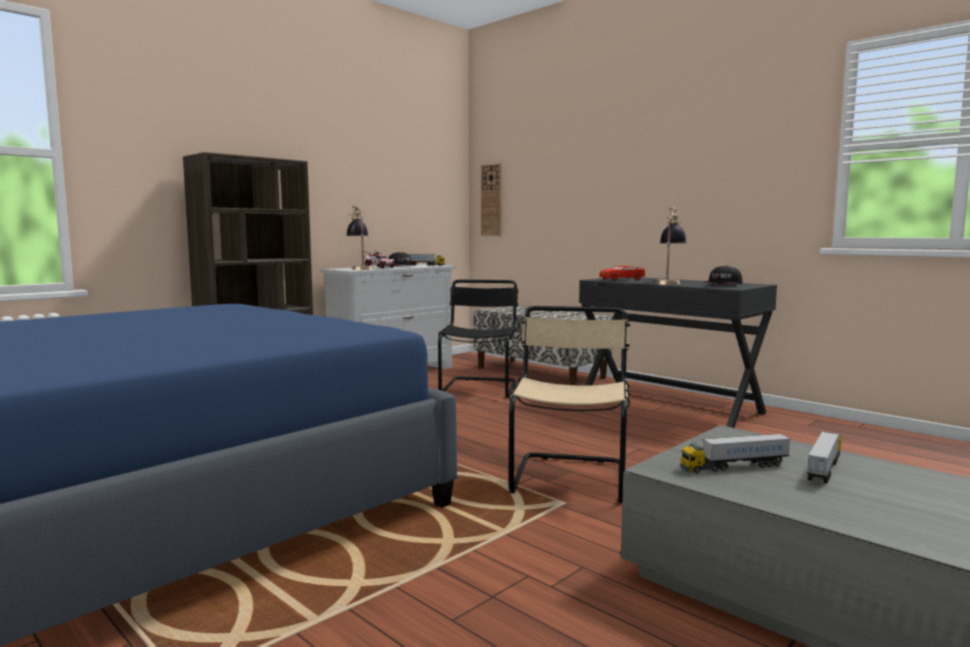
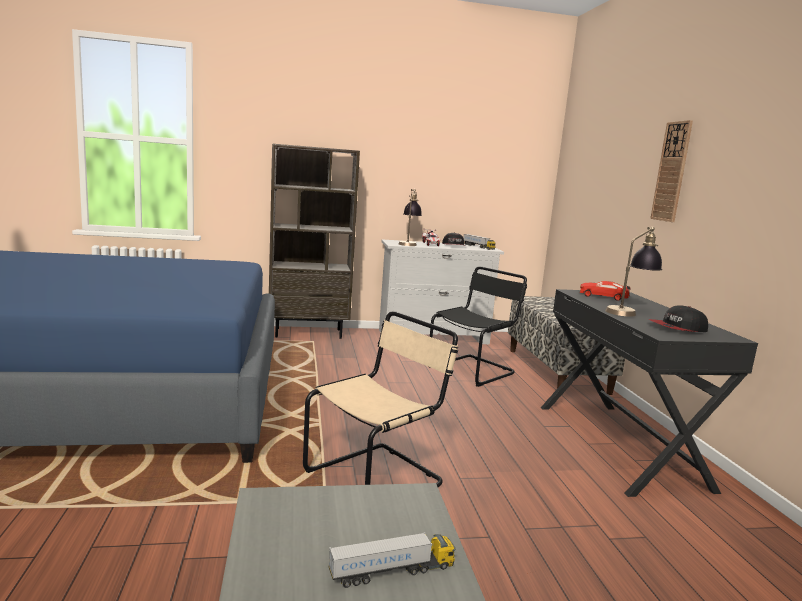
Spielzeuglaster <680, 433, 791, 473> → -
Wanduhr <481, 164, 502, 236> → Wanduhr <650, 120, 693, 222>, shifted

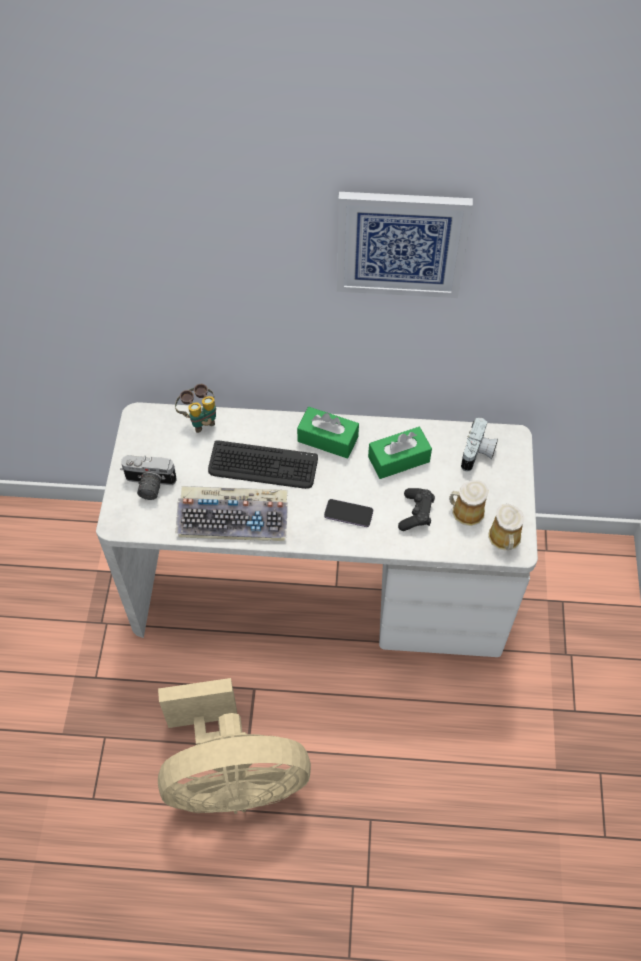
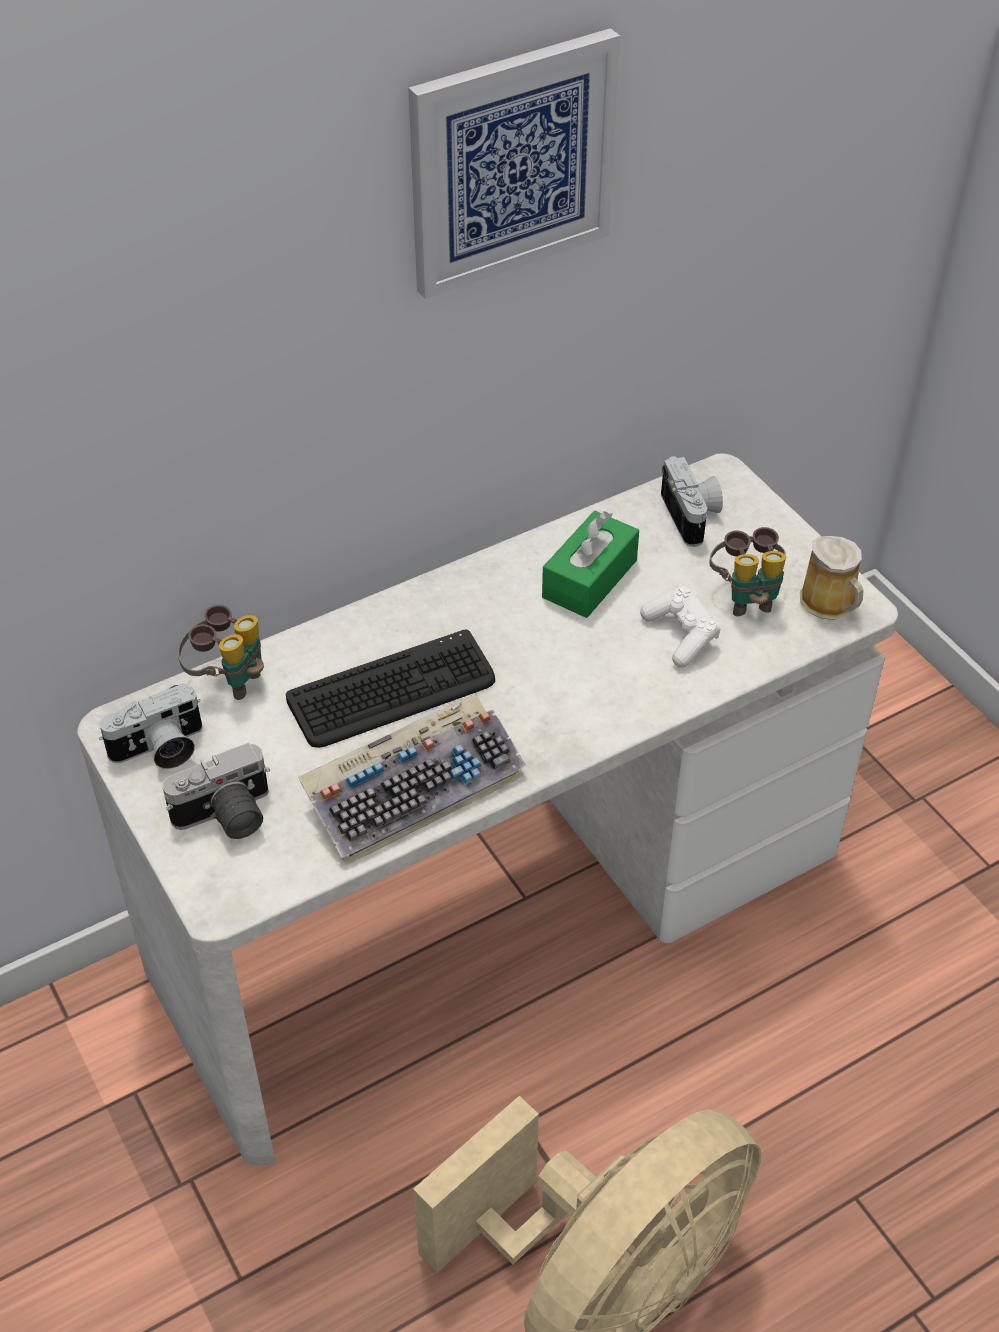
Taschentuchbox (grün) <297, 407, 359, 459> → -
Handy <324, 499, 373, 527> → -
- → Kamera <99, 683, 202, 769>
Henkelbecher <449, 480, 489, 526> → Fernglas <709, 527, 786, 616>
Gamepad (schwarz) <398, 488, 435, 531> → Gamepad (weiß) <640, 586, 721, 668>

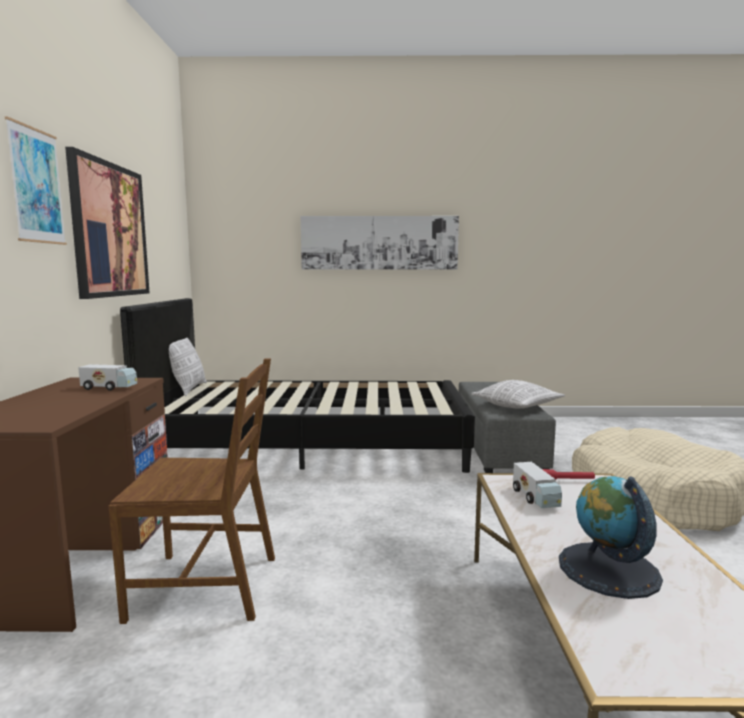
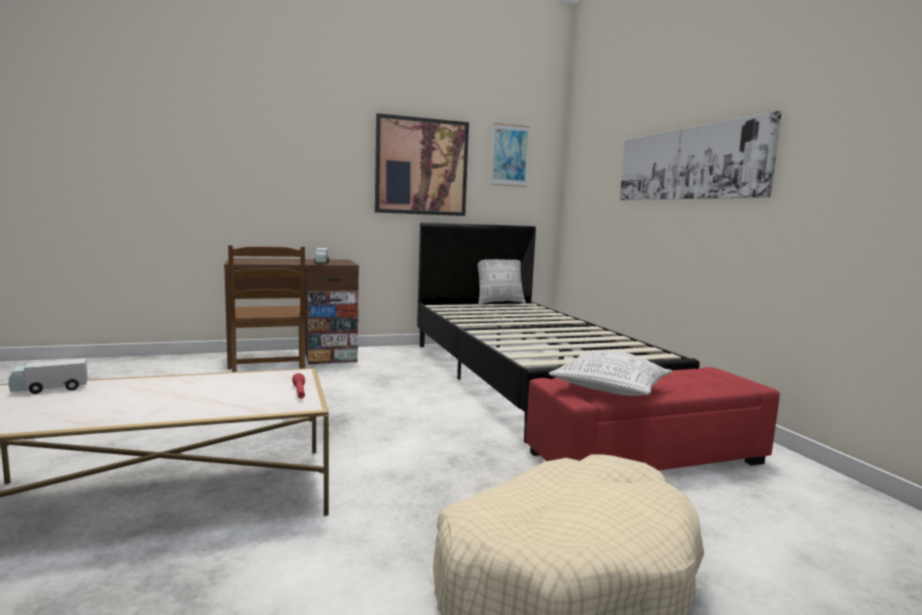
Globus <559, 476, 663, 599> → -
Bild <5, 117, 67, 245> → Bild <490, 123, 530, 187>, shifted
Spielzeuglaster <513, 462, 562, 508> → Spielzeuglaster <9, 358, 88, 394>, shifted
Polsterhocker (grau) <459, 382, 556, 473> → Polsterhocker (rot) <526, 367, 780, 470>

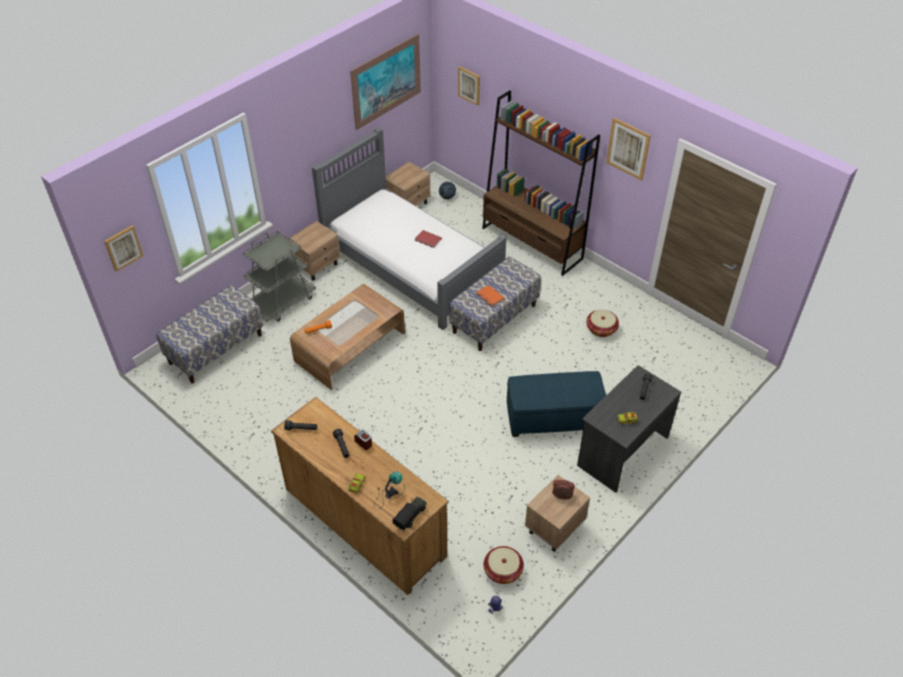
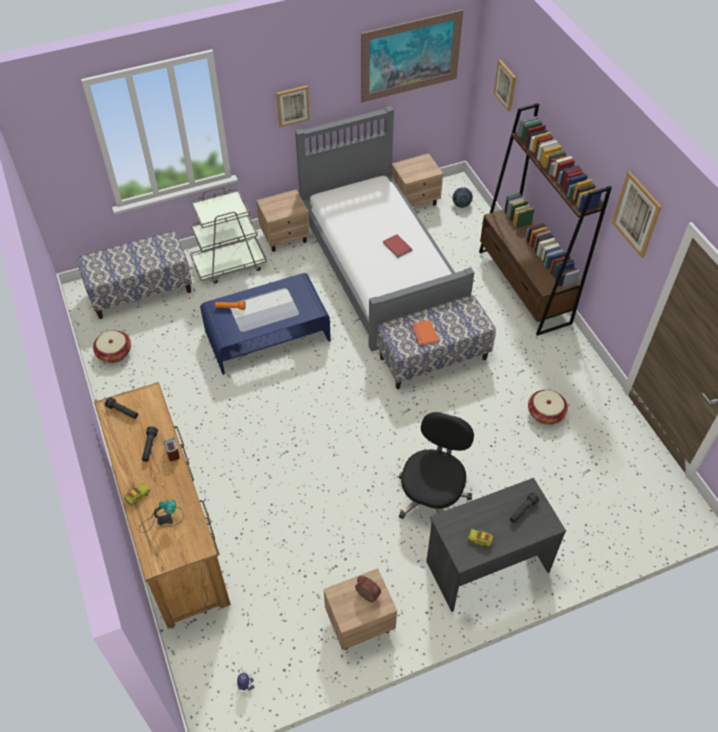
Spielzeuglaster <392, 497, 427, 530> → -
Bild <104, 225, 143, 272> → Bild <276, 85, 310, 127>, shifted
Korb <483, 546, 524, 584> → Korb <93, 330, 131, 363>, shifted
Polsterhocker (blau) <507, 371, 606, 437> → Bürostuhl (schwarz) <399, 412, 474, 519>
Couchtisch (braun) <290, 284, 405, 390> → Couchtisch (blau) <200, 273, 331, 375>

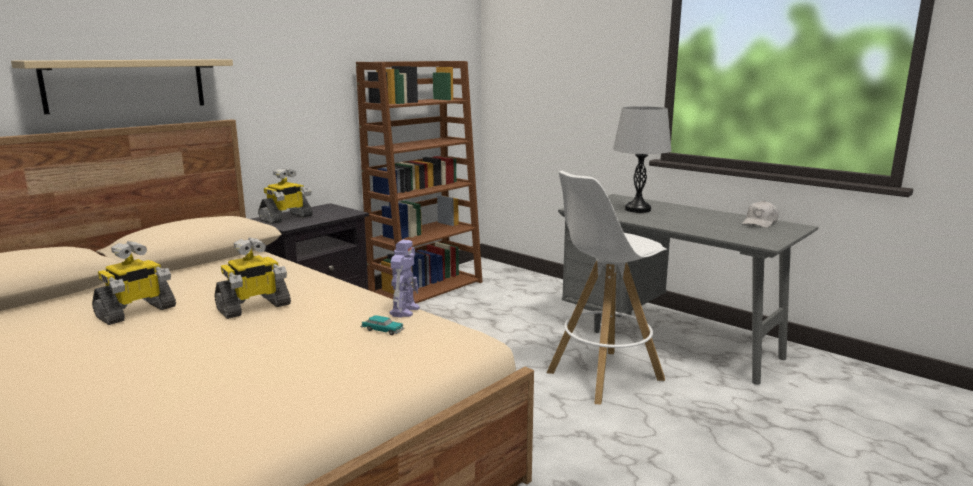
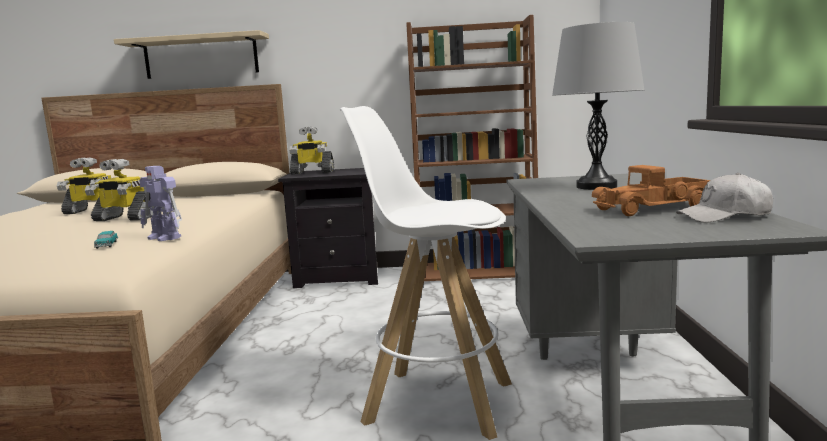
- → Spielzeuglaster <592, 165, 711, 216>
Spielzeugroboter <390, 240, 420, 318> → Spielzeugroboter <139, 166, 182, 241>, 60 degrees clockwise

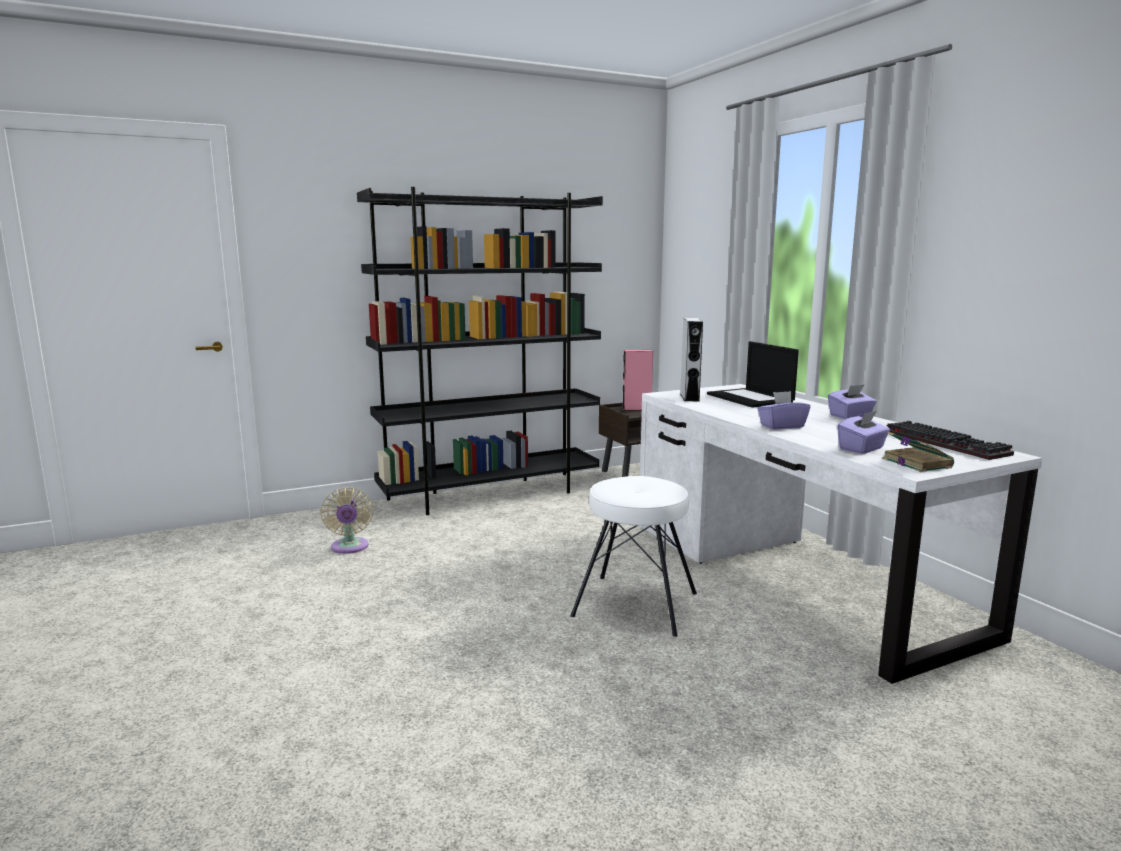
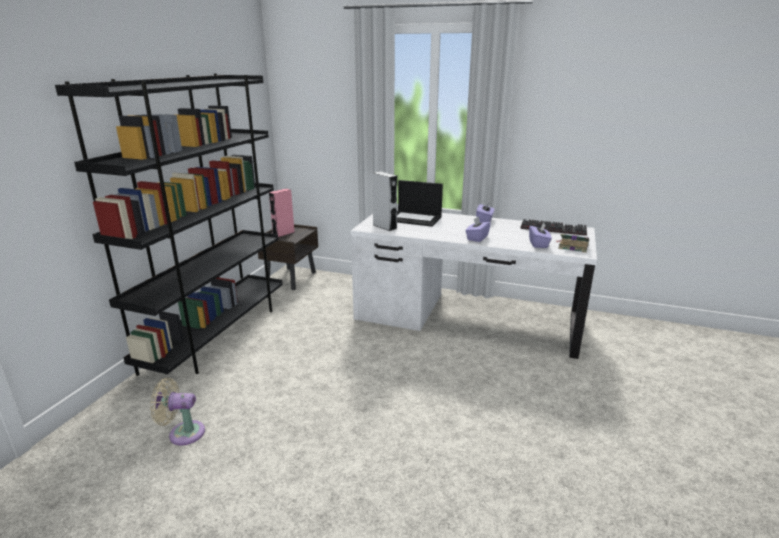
Hocker (weiß) <570, 476, 697, 637> → -
Ventilator (beige) <320, 487, 373, 554> → Ventilator (beige) <150, 378, 205, 446>, 150 degrees clockwise

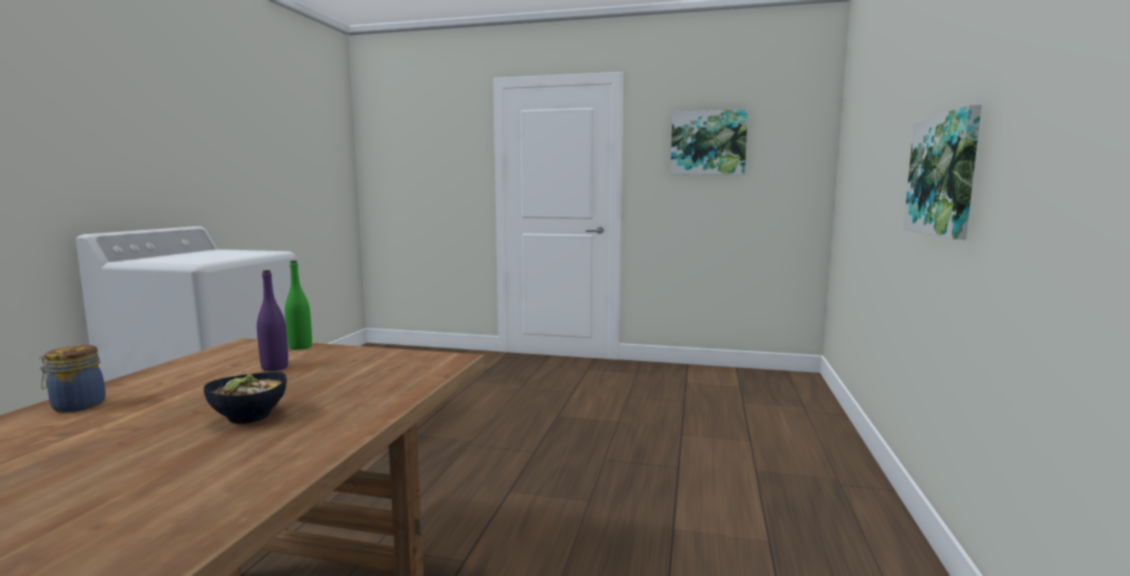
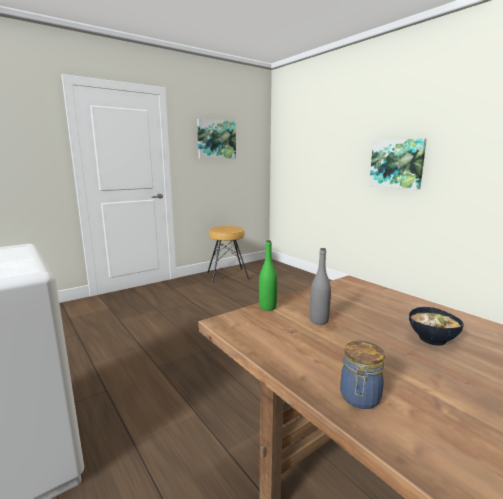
- → Hocker (braun) <208, 226, 250, 283>
Flasche (lila) <257, 270, 288, 371> → Flasche (grau) <310, 248, 331, 325>

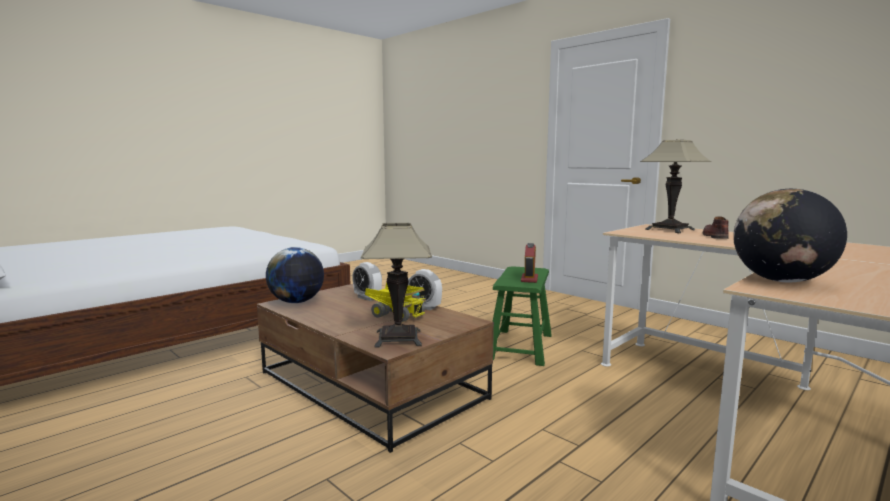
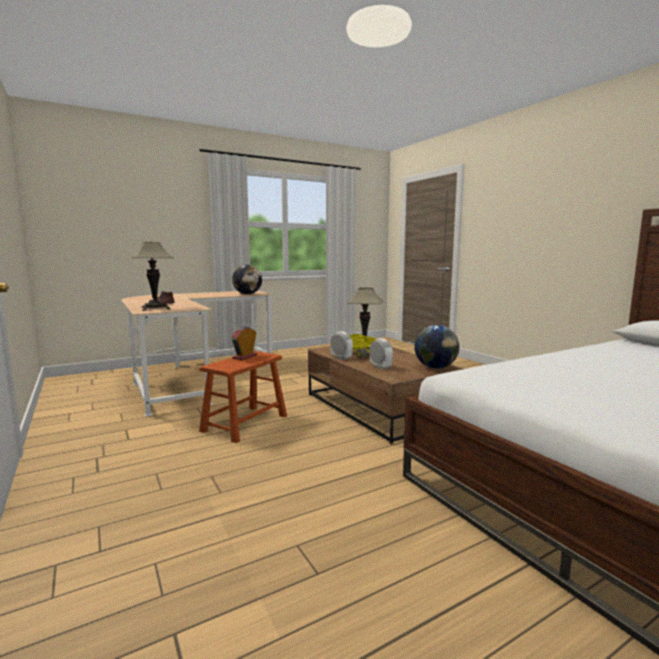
Hocker (grün) <492, 266, 552, 366> → Hocker (braun) <199, 351, 287, 443>

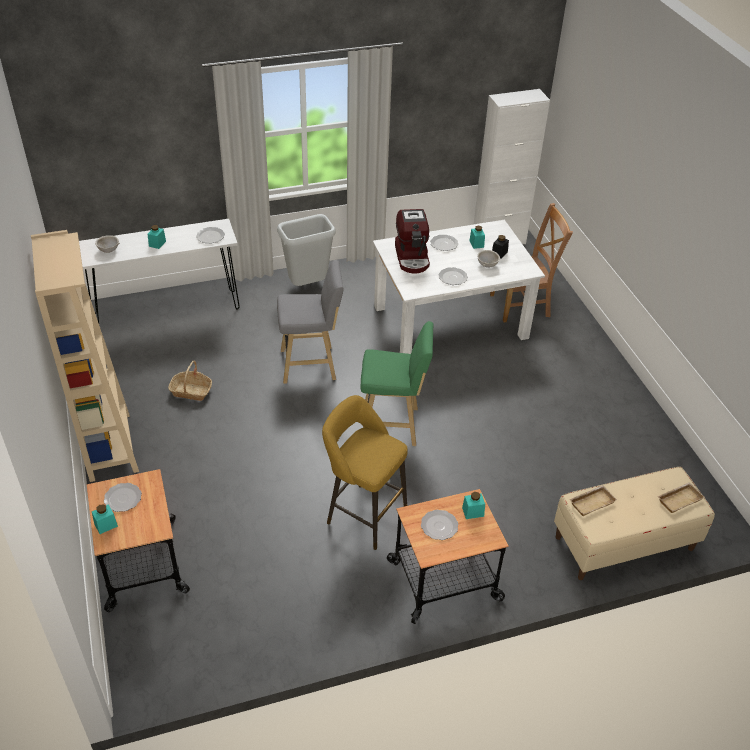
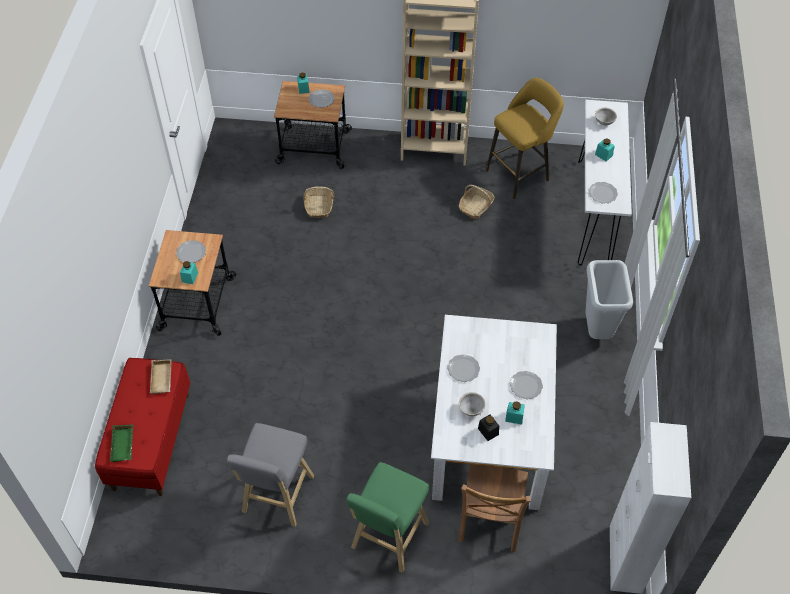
Kaffeemaschine <395, 209, 430, 274> → -
- → Korb <303, 186, 334, 218>
Hocker (grau) <277, 260, 343, 384> → Hocker (grau) <227, 423, 314, 527>, shifted
Hocker (gelb) <322, 395, 408, 550> → Hocker (gelb) <486, 78, 564, 199>, shifted
Hocker (grün) <360, 321, 434, 446> → Hocker (grün) <347, 462, 429, 573>, shifted
Bank (beige) <554, 467, 715, 580> → Bank (rot) <95, 358, 190, 496>
Tablett (beige) <657, 482, 704, 513> → Tablett (grün) <110, 424, 133, 462>

